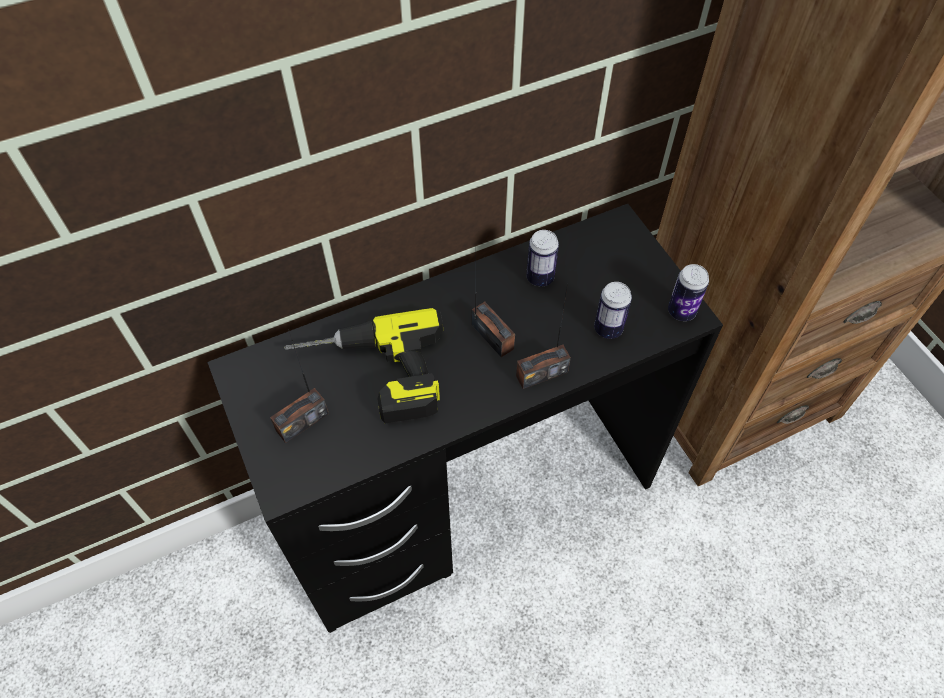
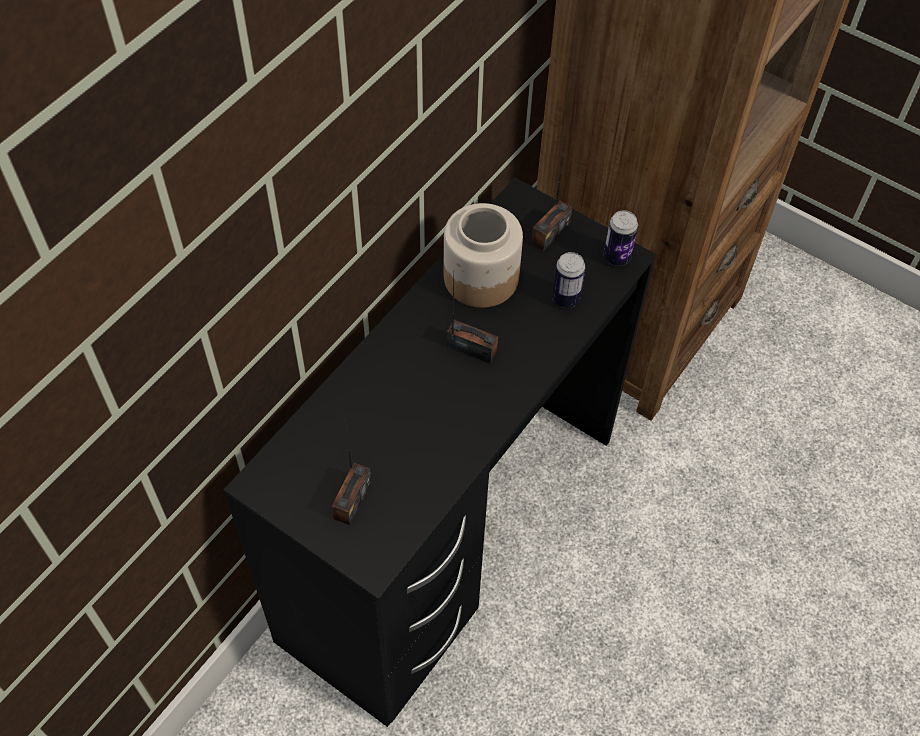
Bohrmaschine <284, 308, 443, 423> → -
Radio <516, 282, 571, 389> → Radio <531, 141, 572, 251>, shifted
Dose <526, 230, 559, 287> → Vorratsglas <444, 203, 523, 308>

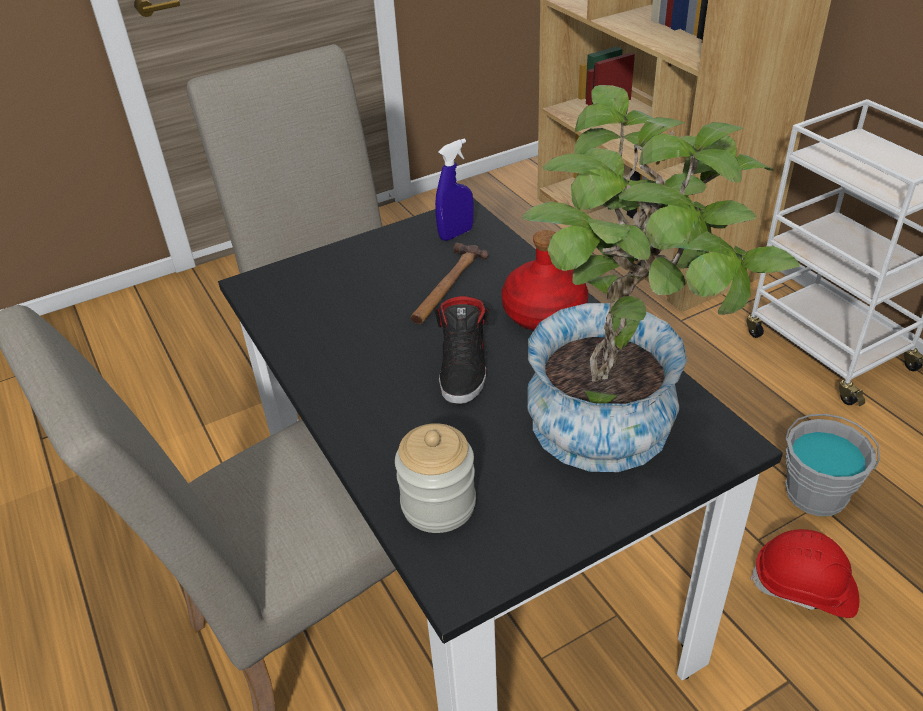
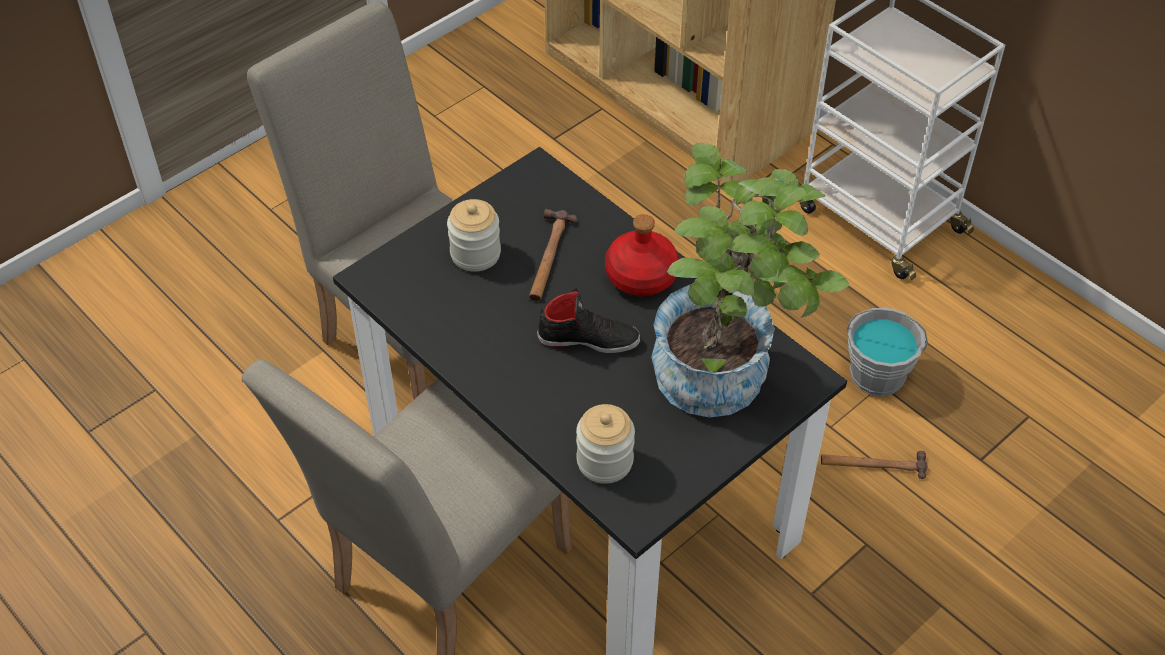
Sprühflasche (blau) <435, 139, 474, 241> → -
- → Vorratsglas <447, 199, 501, 272>
Schutzhelm (rot) <750, 529, 859, 618> → Hammer <821, 451, 928, 479>
Schuh (schwarz) <434, 295, 490, 404> → Schuh (schwarz) <537, 288, 640, 354>, 75 degrees counterclockwise

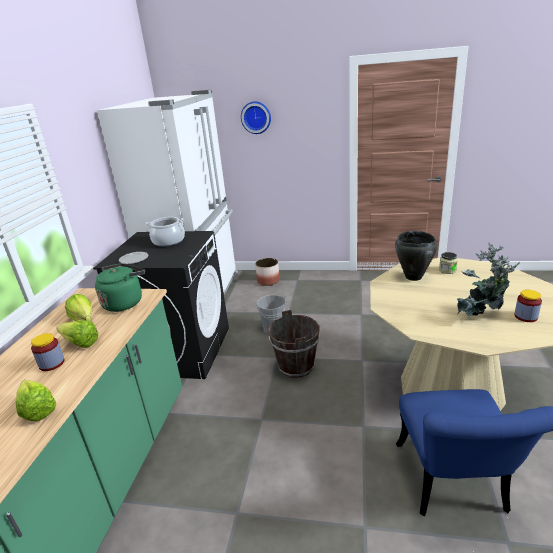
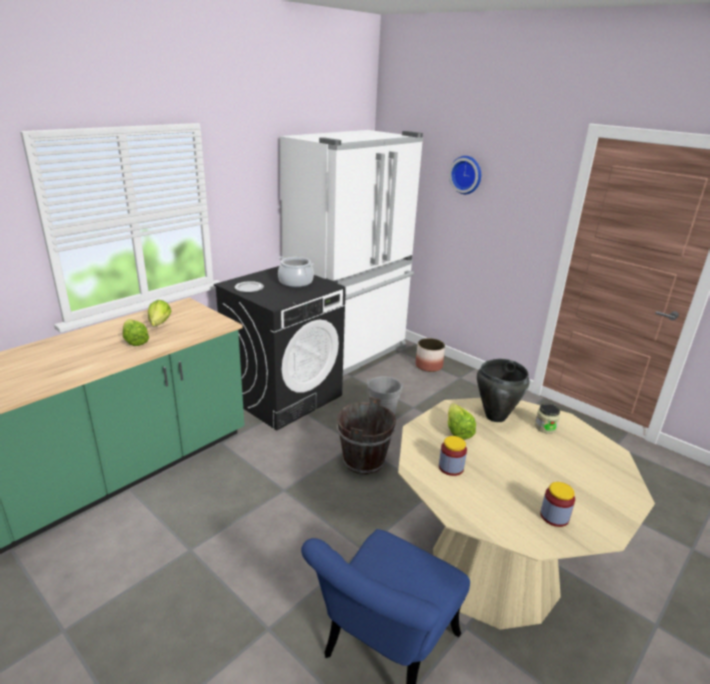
Wasserkessel (grün) <95, 263, 145, 312> → -
Topfpflanze <457, 242, 520, 316> → -
Salatkopf <16, 380, 56, 421> → Salatkopf <448, 403, 476, 440>, shifted
Vorratsglas <31, 333, 65, 371> → Vorratsglas <439, 436, 467, 476>, shifted

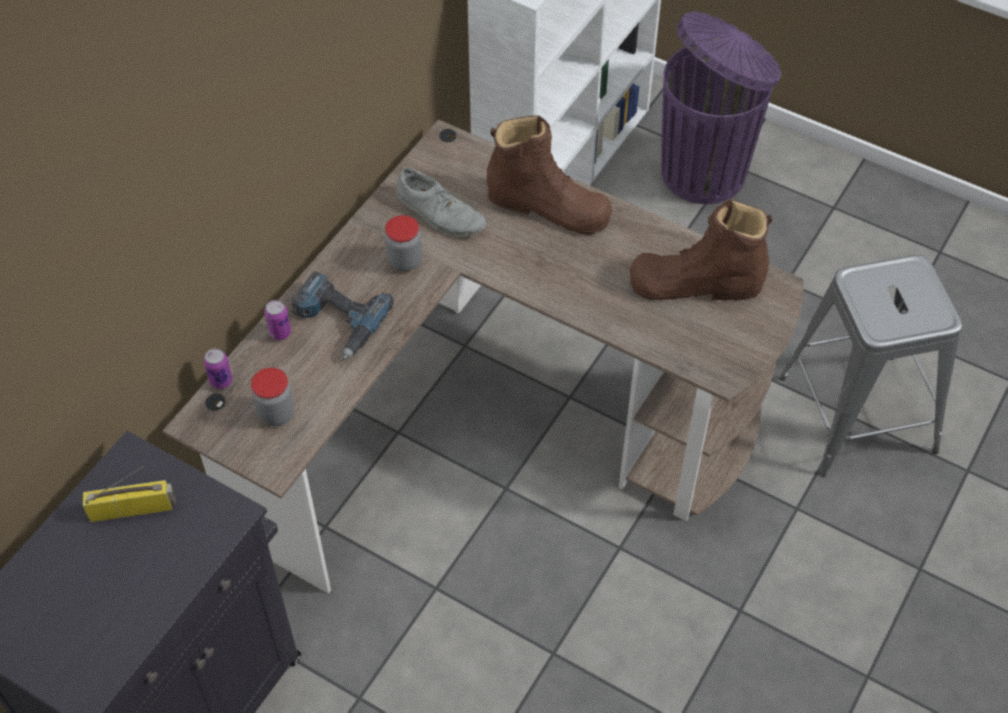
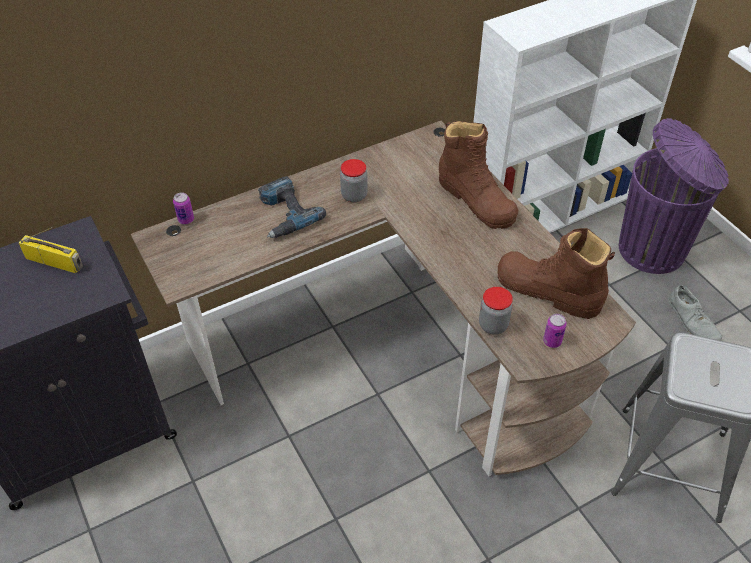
Vorratsglas <251, 368, 294, 426> → Vorratsglas <479, 287, 513, 334>, shifted
Dose <264, 300, 291, 340> → Dose <543, 314, 567, 348>, shifted
Schuh (grau) <397, 167, 487, 237> → Schuh (grau) <668, 285, 722, 341>, shifted

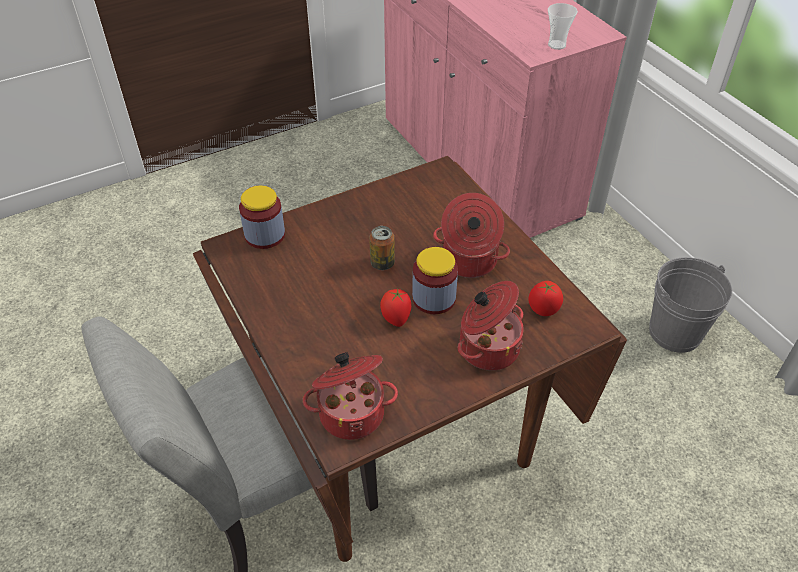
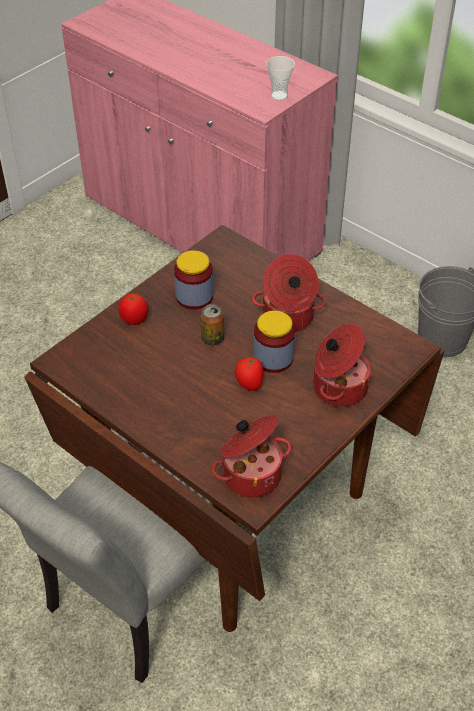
Vorratsglas <239, 186, 285, 249> → Vorratsglas <174, 250, 213, 310>, shifted
Tomate <529, 281, 563, 316> → Tomate <119, 293, 148, 325>, shifted

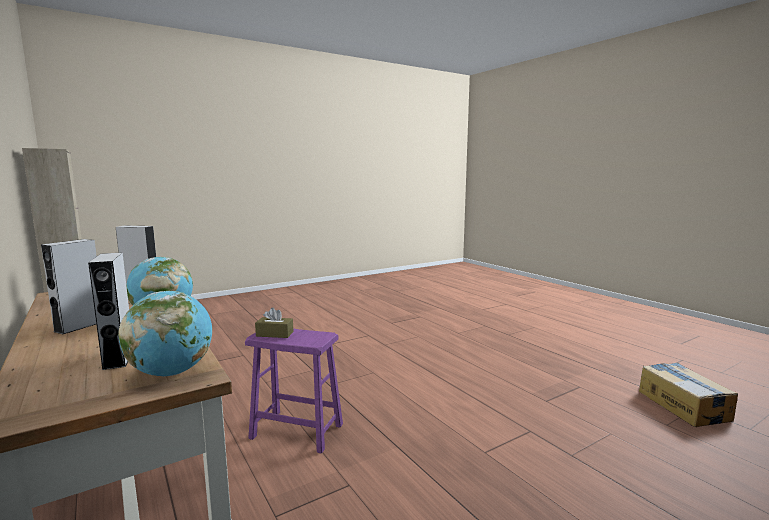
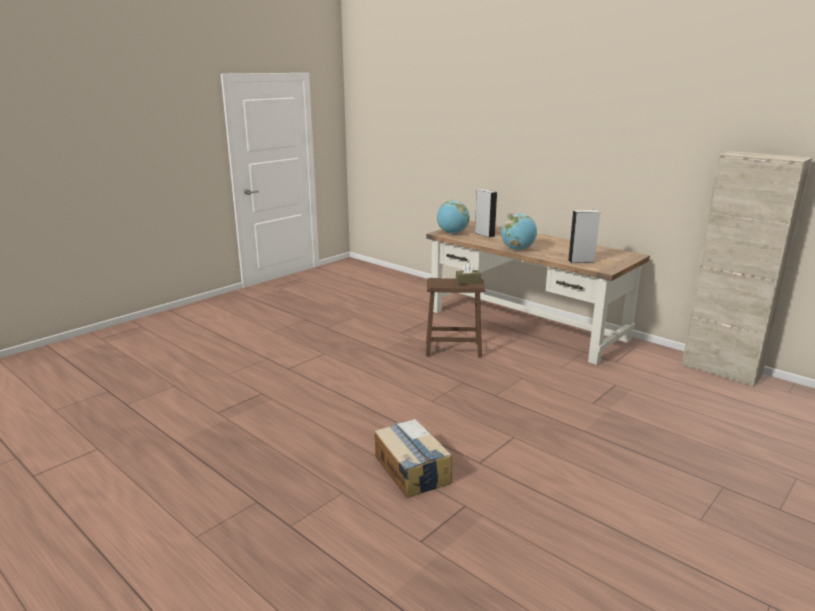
Lautsprecher (grau) <41, 239, 97, 334> → -
Karton <639, 363, 738, 427> → Karton <375, 419, 452, 498>, shifted
Hocker (lila) <245, 329, 343, 454> → Hocker (braun) <426, 278, 485, 358>

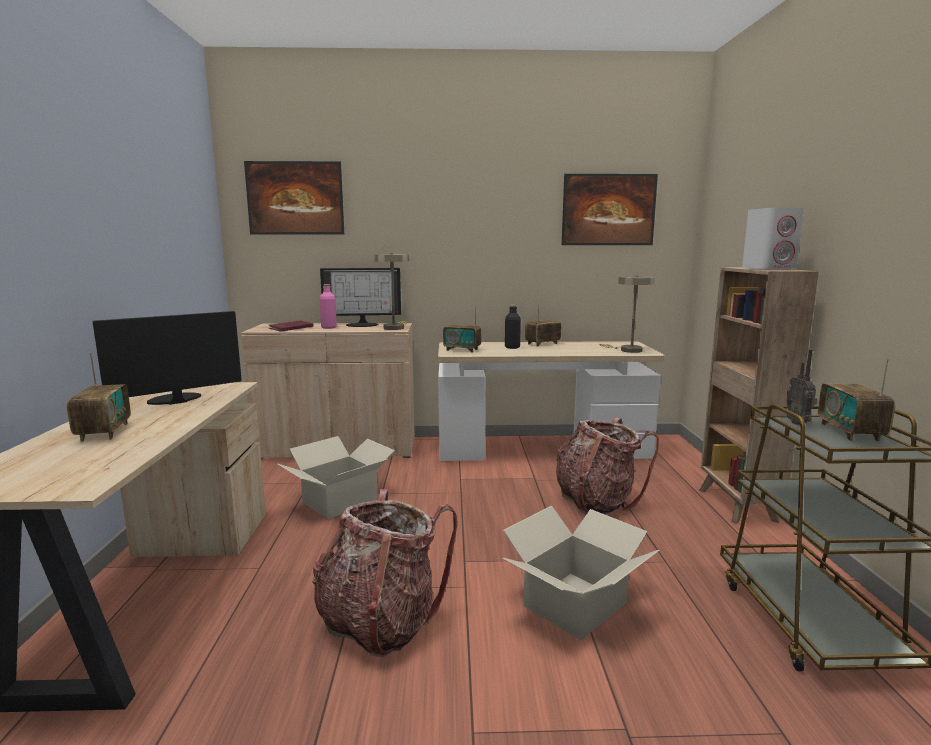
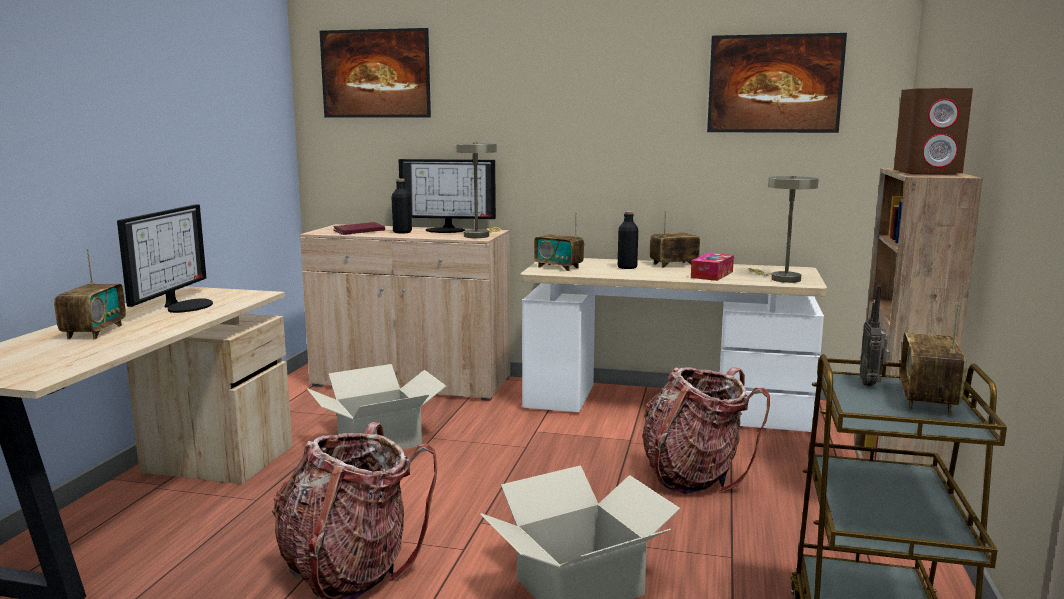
- → Taschentuchbox <691, 253, 734, 281>
Flasche (rosa) <320, 284, 337, 329> → Flasche (schwarz) <392, 179, 412, 233>
Lautsprecher (weiß) <742, 208, 804, 270> → Lautsprecher (braun) <894, 88, 973, 175>
Monitor <93, 311, 242, 405> → Monitor <117, 204, 213, 313>, 120 degrees clockwise

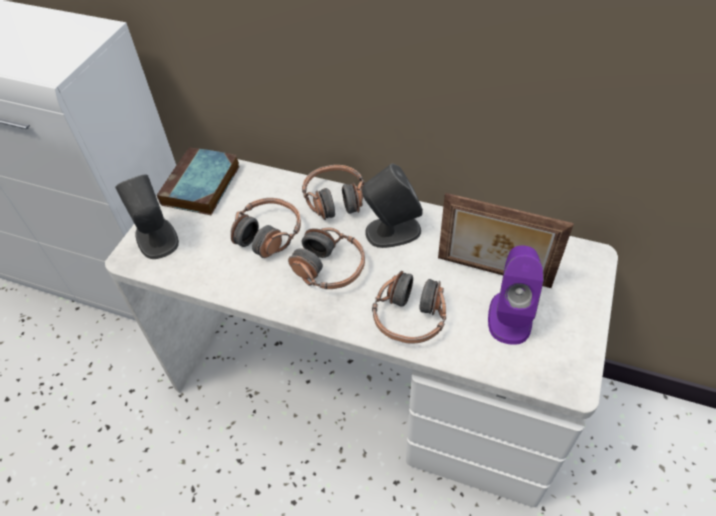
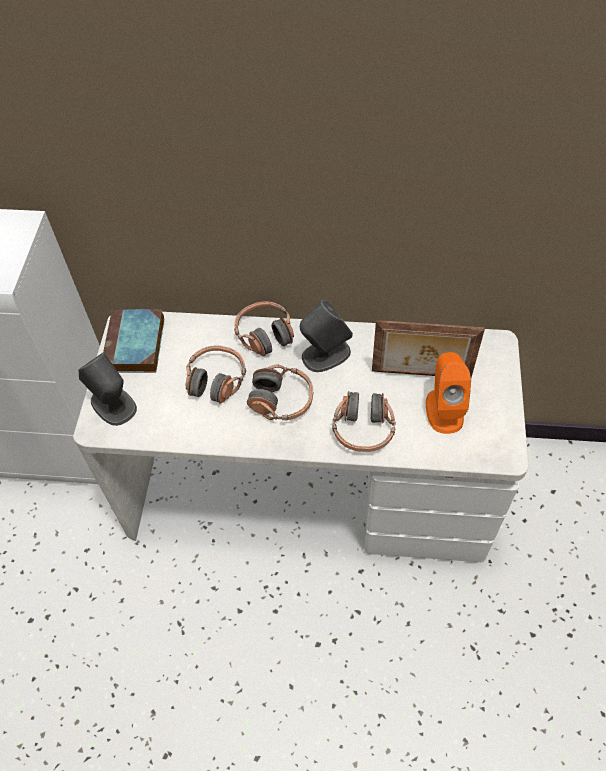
Lautsprecher (lila) <488, 245, 544, 345> → Lautsprecher (orange) <426, 352, 471, 434>

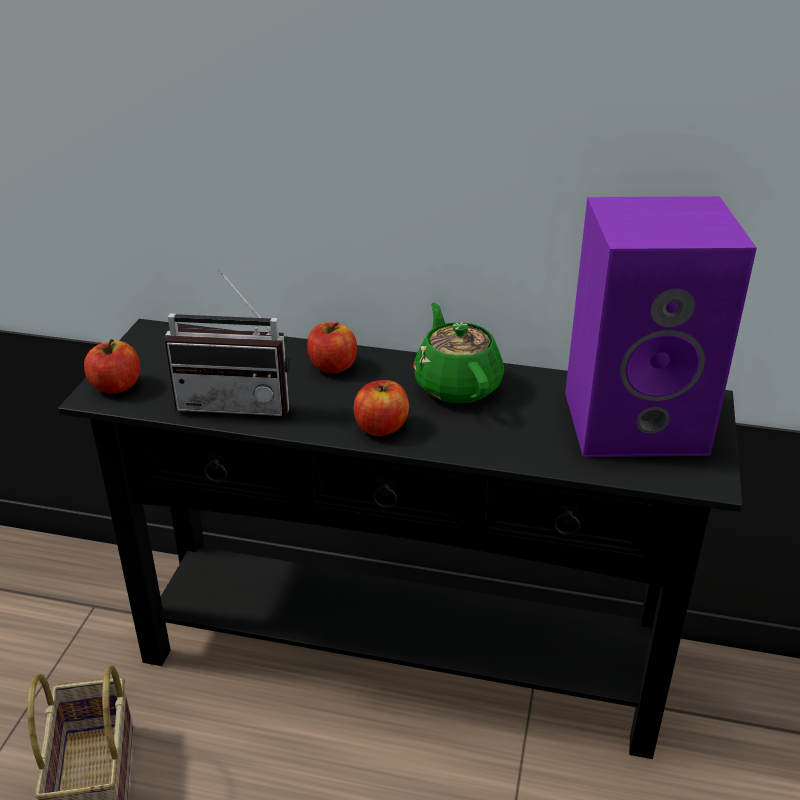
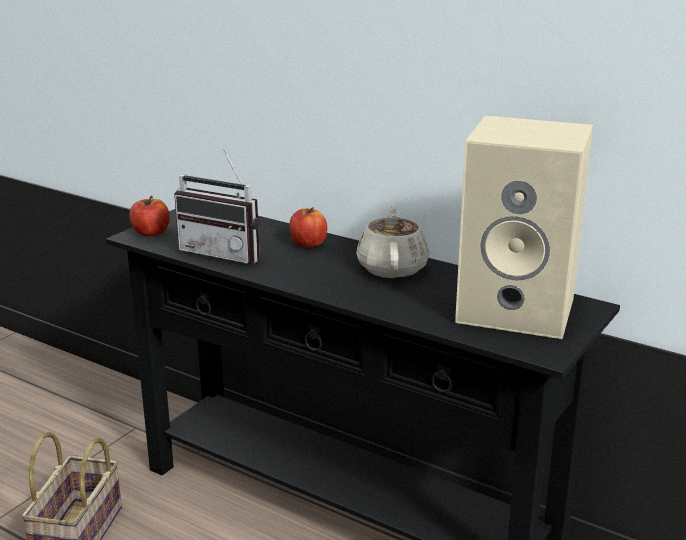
Apfel <354, 380, 409, 436> → -
Teekanne (grün) <413, 302, 504, 404> → Teekanne (beige) <356, 205, 429, 278>
Lautsprecher (lila) <565, 196, 757, 457> → Lautsprecher (beige) <455, 116, 593, 339>

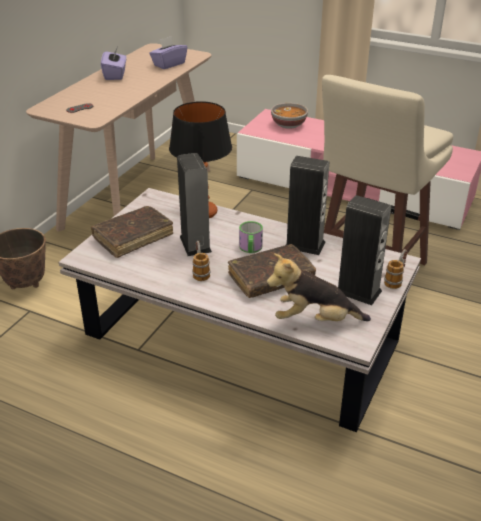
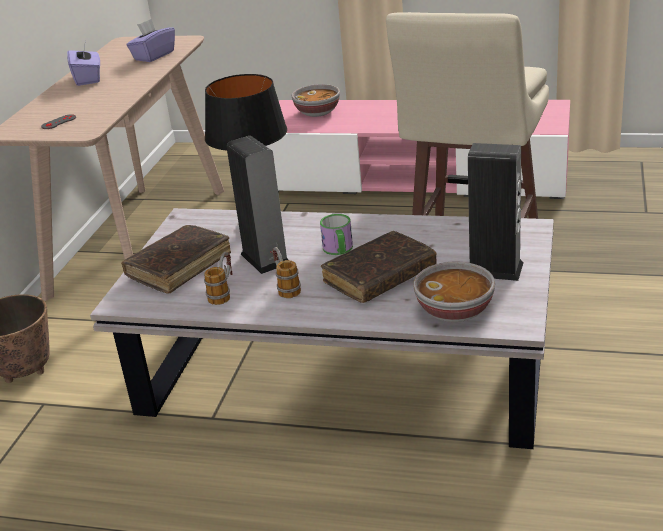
Lautsprecher <286, 156, 329, 255> → -
Henkelbecher <384, 249, 407, 289> → Henkelbecher <204, 252, 233, 305>, shifted
Plüschtier <267, 253, 371, 321> → Schüssel <414, 261, 495, 322>

